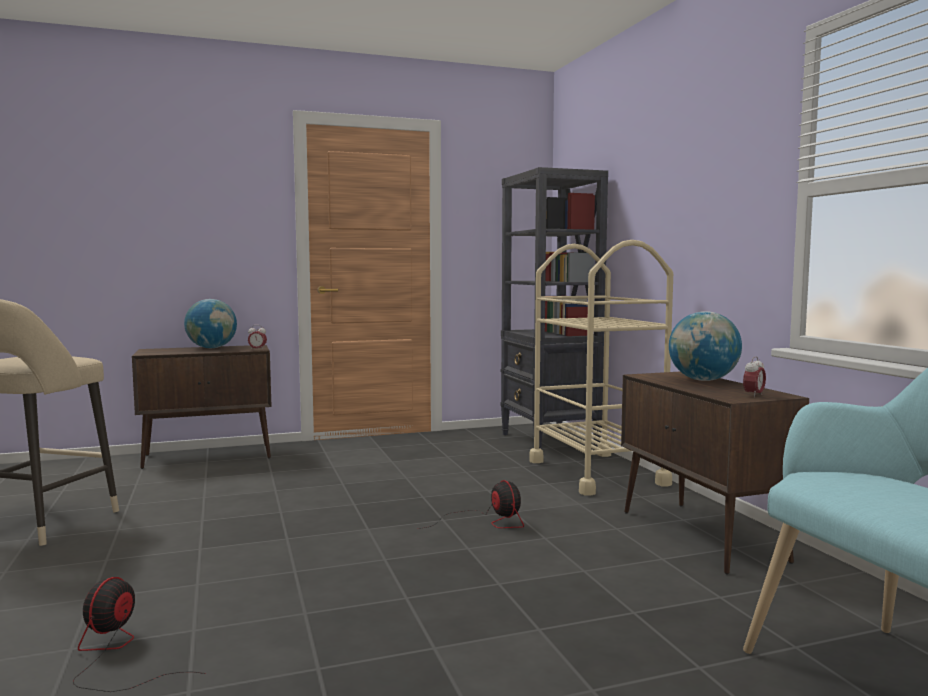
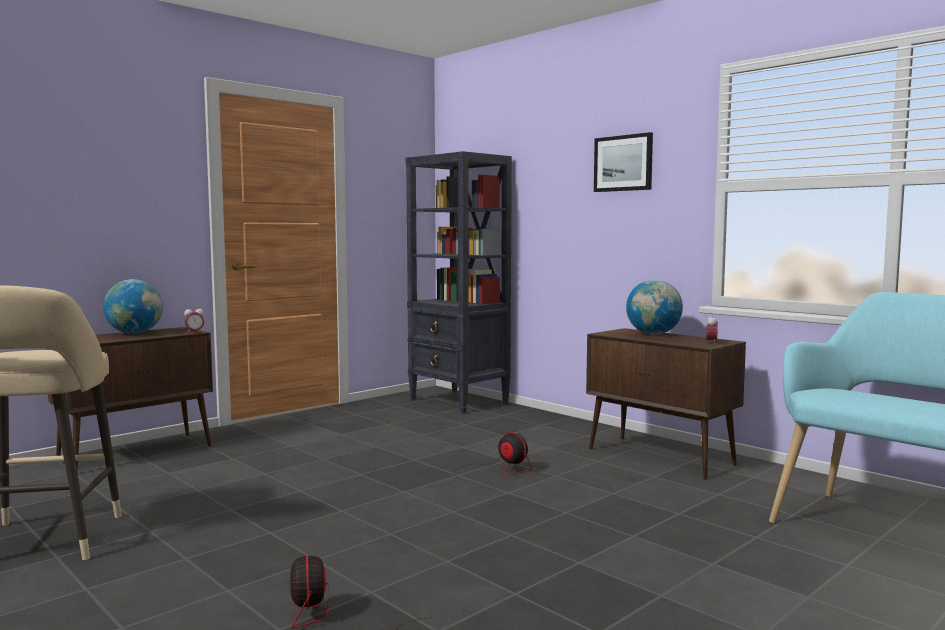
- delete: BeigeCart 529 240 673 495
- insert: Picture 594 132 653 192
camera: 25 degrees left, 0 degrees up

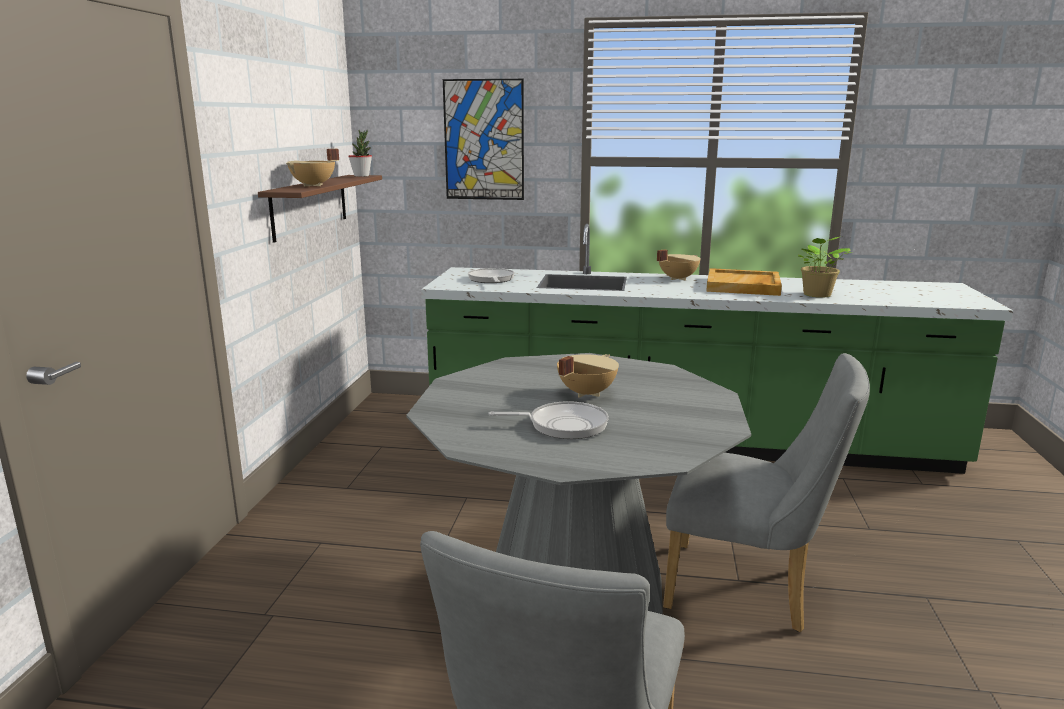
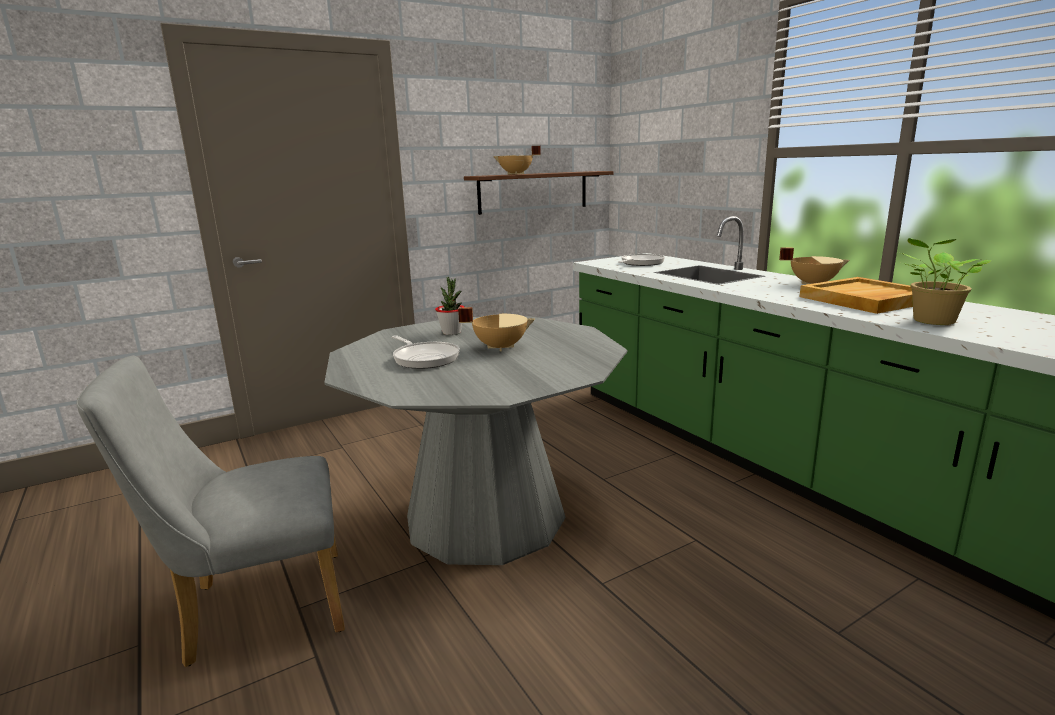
- delete: Picture 443 79 524 200
- delete: GreyChair 663 353 870 632
- move: PottedPlant 348 130 372 177 to 435 277 465 335
camera: 50 degrees right, 0 degrees up

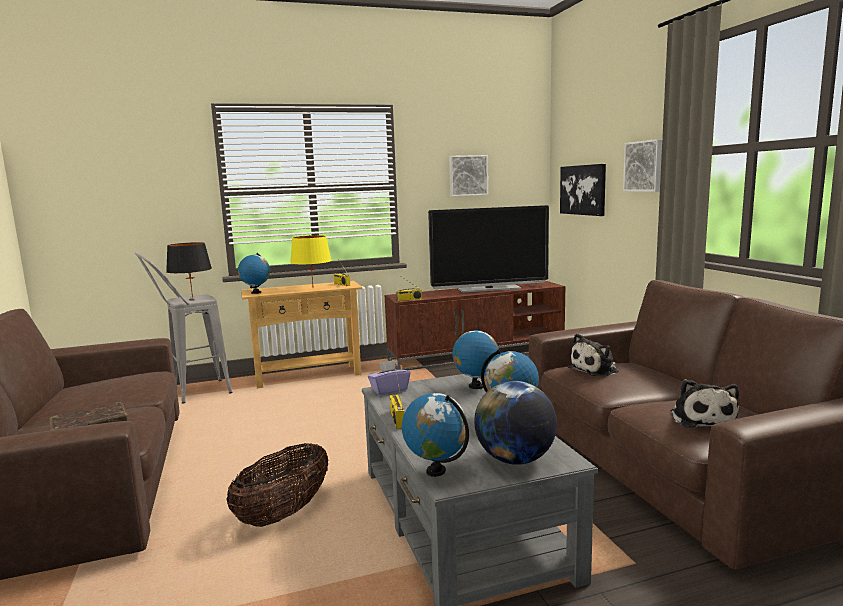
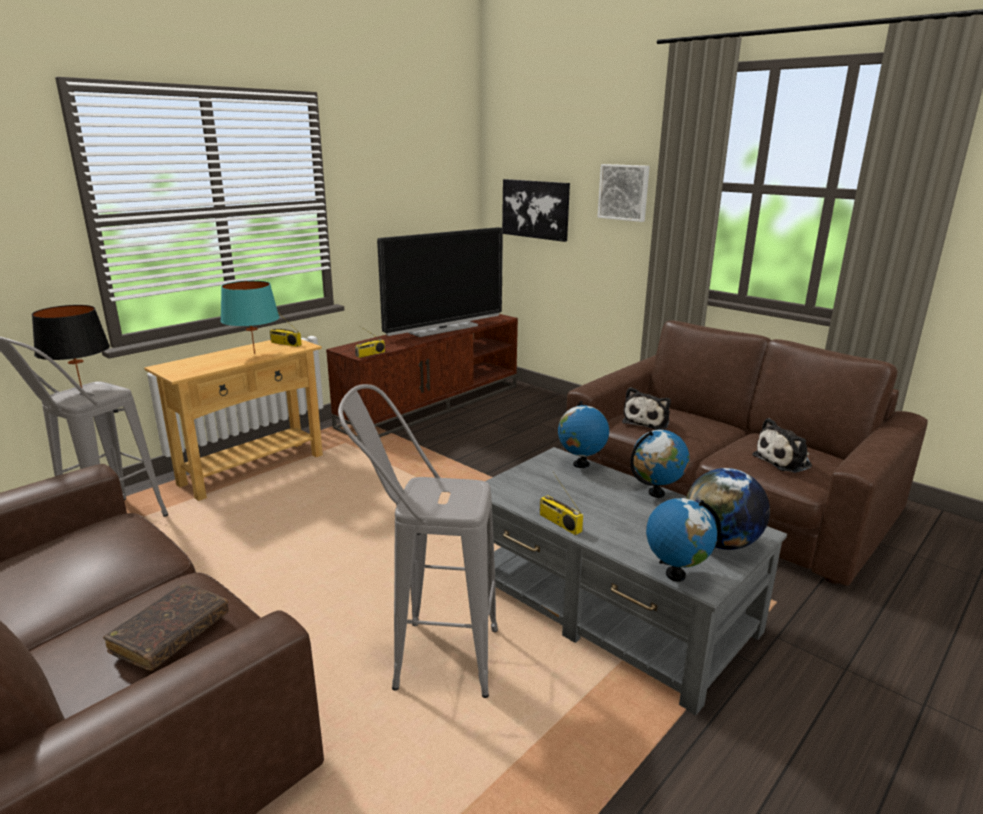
- delete: Globe 238 253 270 294
- delete: PurpleTissueBox 368 360 410 395
- delete: Picture 449 155 488 197
- replace: Basket 226 443 329 527 to GreyStool 338 384 498 698
- recolor: YellowTableLamp 290 235 332 285 to TurquoiseTableLamp 221 280 279 354
- rotate: PlushToy 671 379 739 428 = 752 418 812 473 90 degrees clockwise
camera: 30 degrees left, 10 degrees up

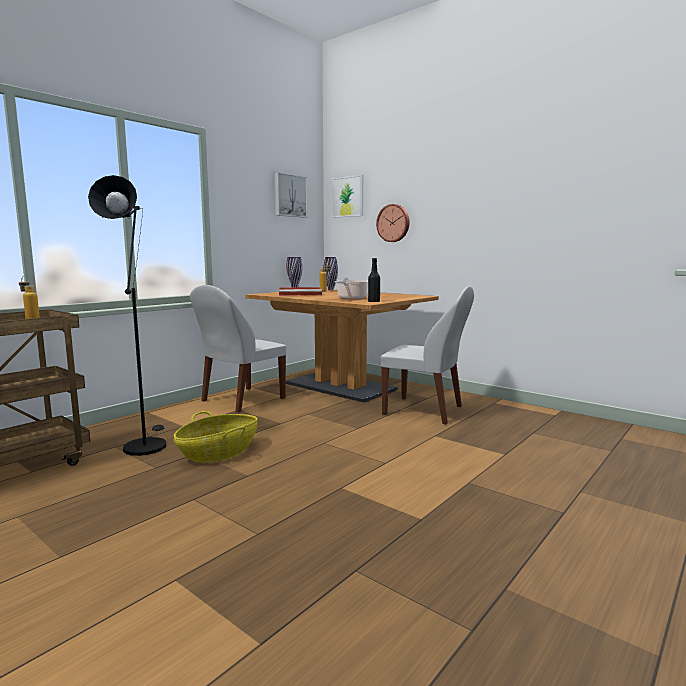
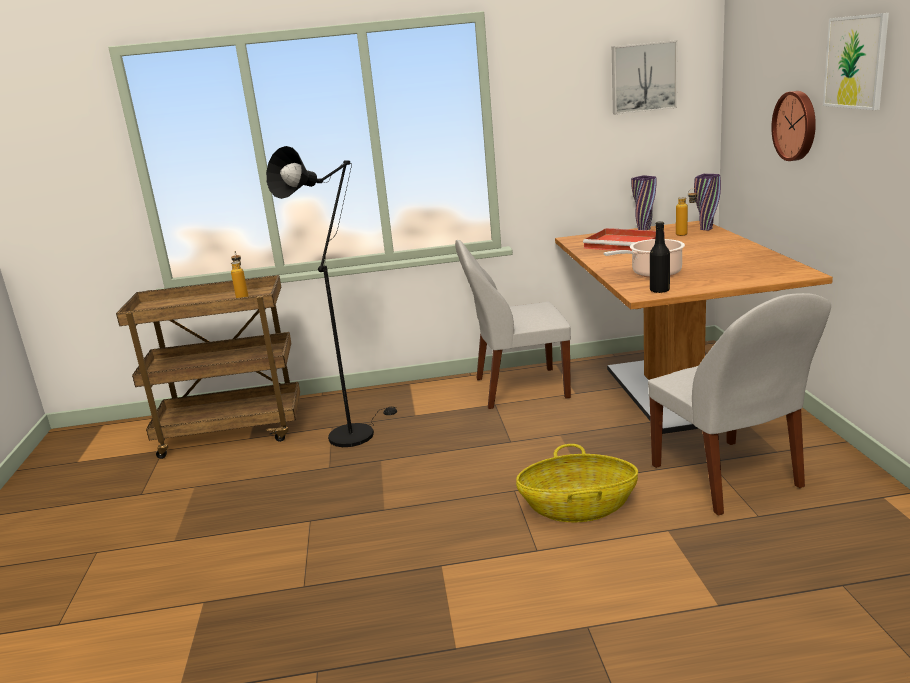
- move: Basket 174 411 258 463 to 516 444 638 522
- move: Picture 332 175 363 218 to 823 13 889 110
camera: 45 degrees right, 10 degrees up

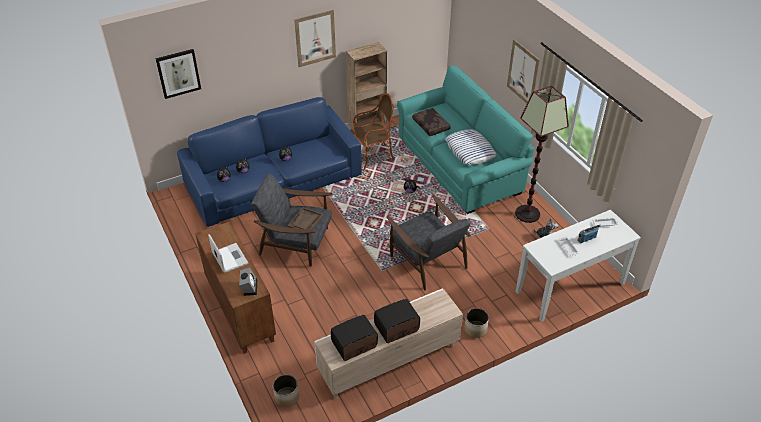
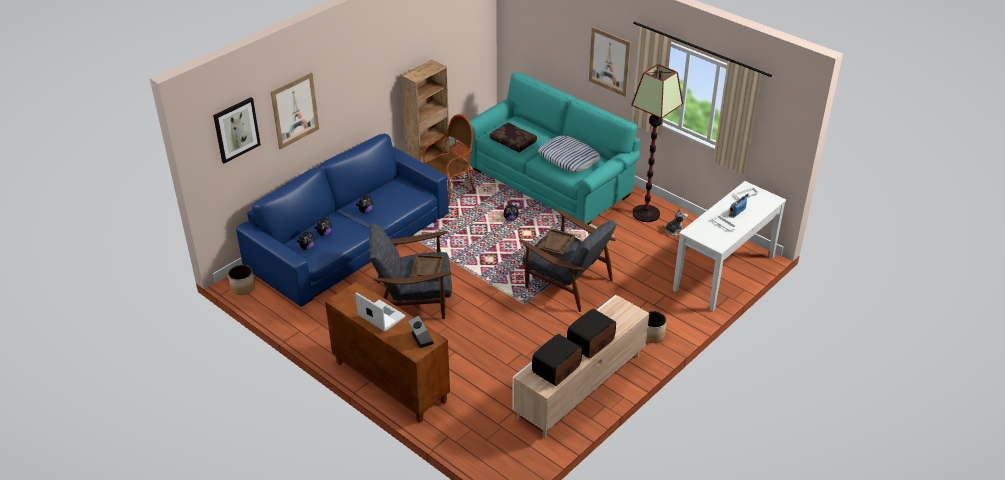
- insert: BrownTray 538 228 575 257
- move: Planter 273 374 299 407 to 228 265 255 295
- move: Picture 294 10 336 67 to 271 72 319 149
camera: 20 degrees left, 5 degrees down

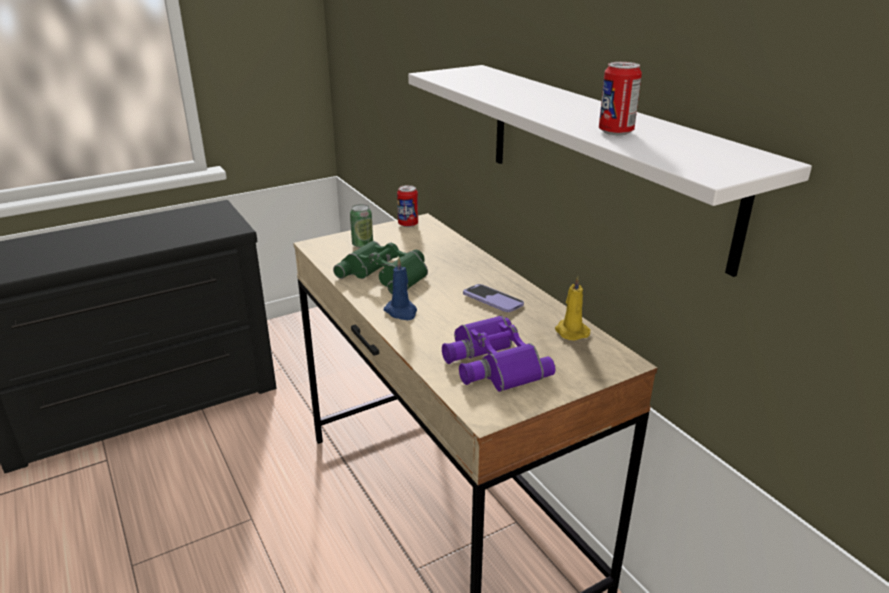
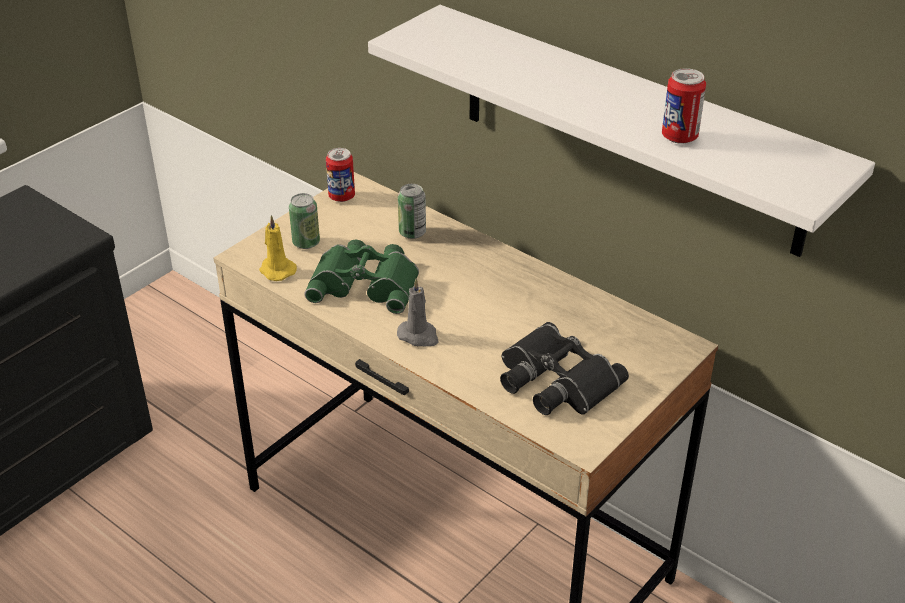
- delete: Phone 463 284 524 312
- insert: Can 398 184 426 239
- move: YellowCandle 555 275 590 341 to 259 215 297 281
- recolor: BlueCandle 384 257 417 320 to GreyCandle 397 278 439 346
- recolor: PurpleBinoculars 442 315 556 392 to BlackBinoculars 500 322 629 415
camera: 20 degrees left, 10 degrees up

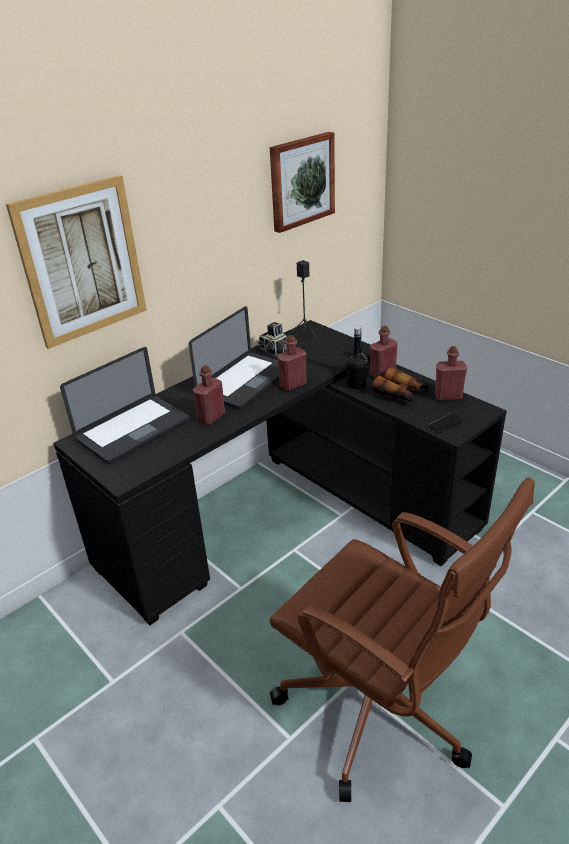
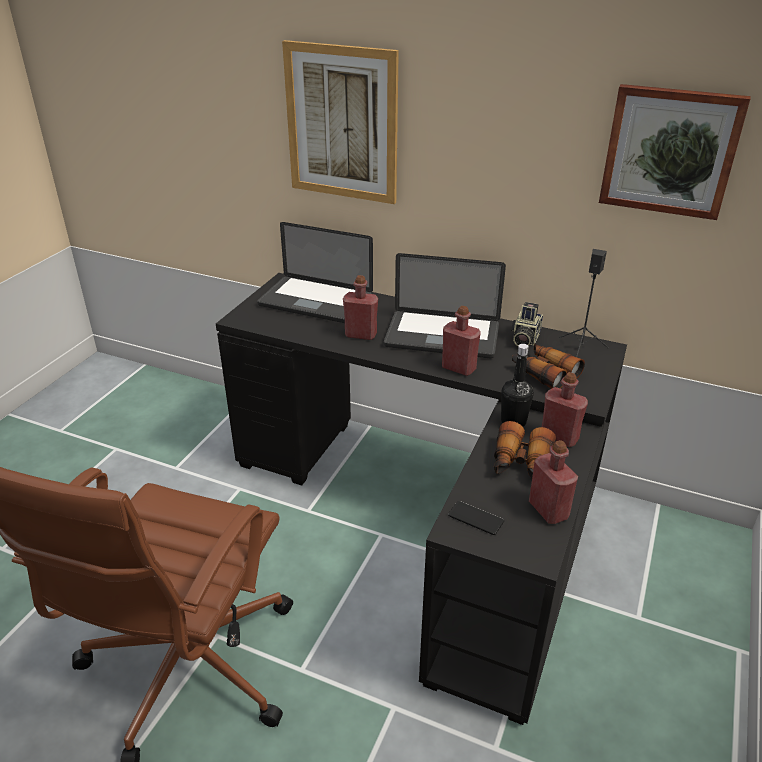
- insert: Binoculars 512 343 585 389
camera: 65 degrees right, 0 degrees up

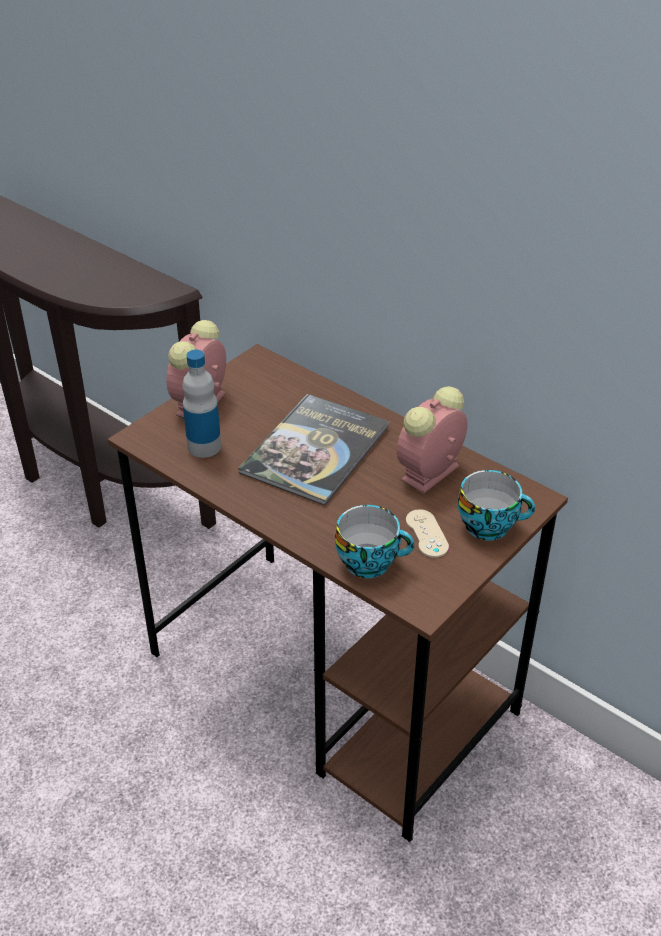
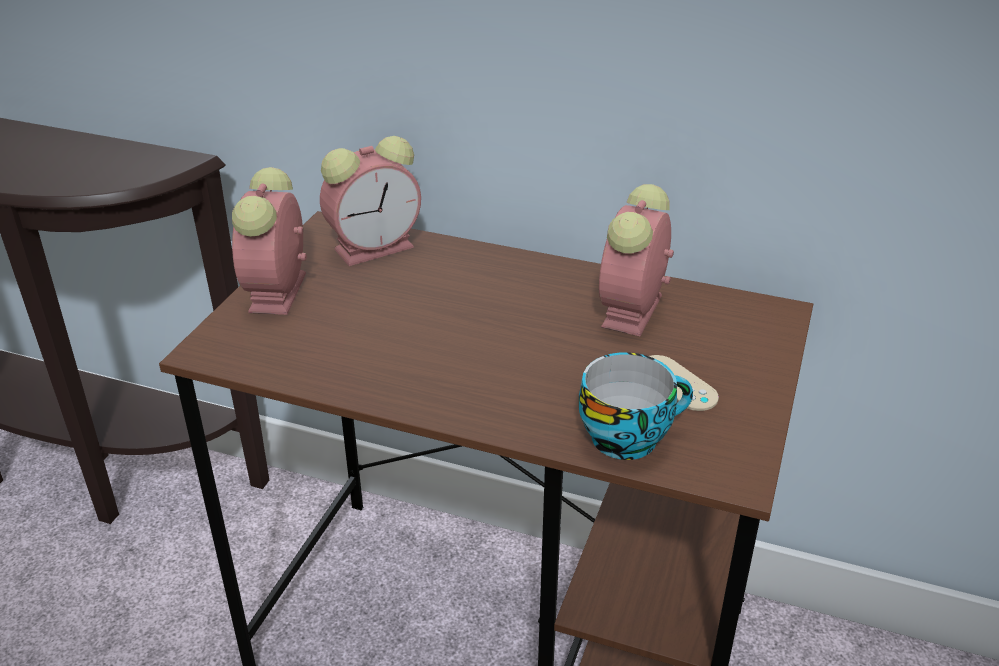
- delete: Bottle 182 350 221 458
- delete: Book 238 394 389 506
- delete: Cup 458 470 535 541
- insert: AlarmClock 320 136 421 266
camera: 20 degrees left, 5 degrees down

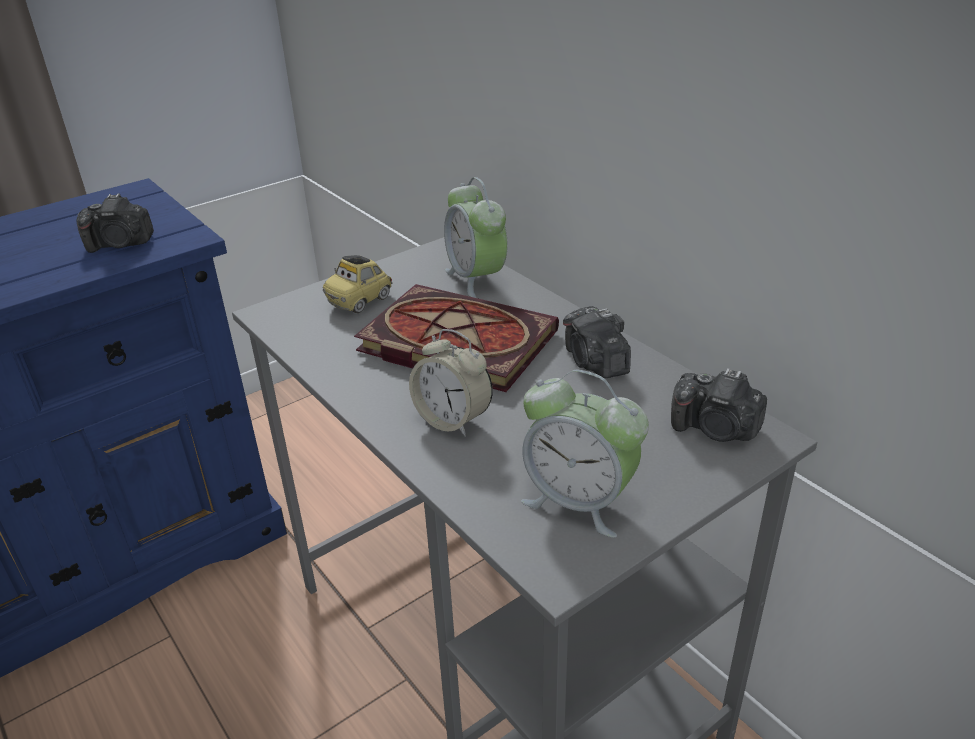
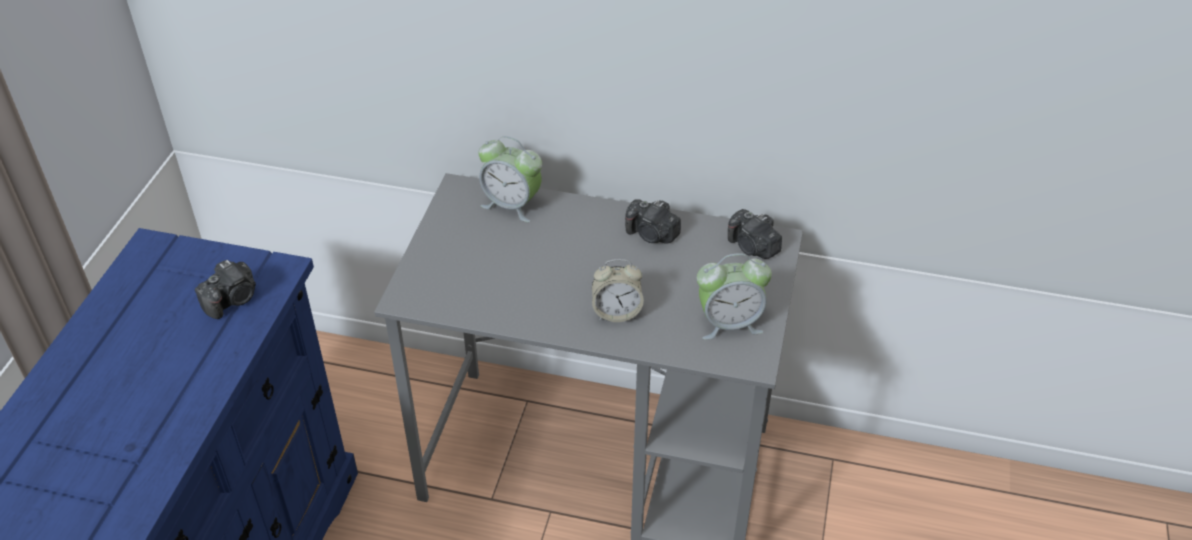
- delete: ToyCar 323 255 393 313
- delete: Book 354 284 559 392
- rotate: PhotoCamera 671 368 767 442 = 728 209 782 259 60 degrees clockwise
camera: 40 degrees left, 10 degrees up

